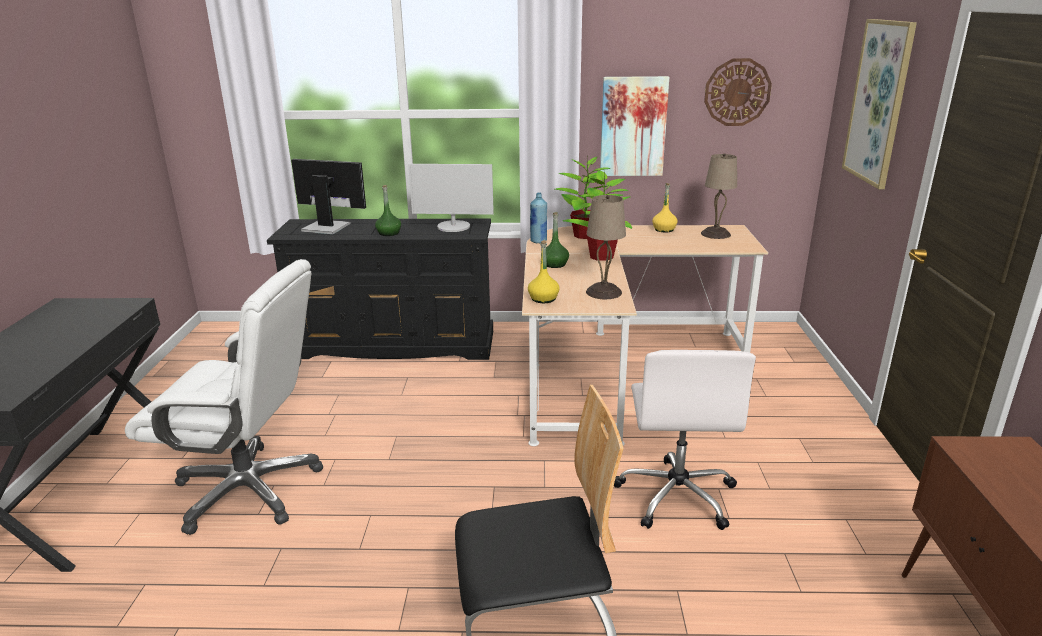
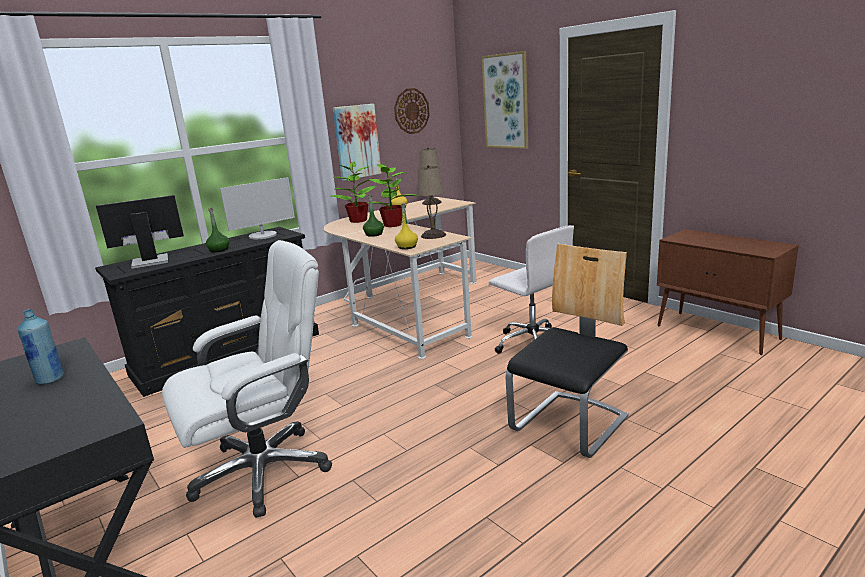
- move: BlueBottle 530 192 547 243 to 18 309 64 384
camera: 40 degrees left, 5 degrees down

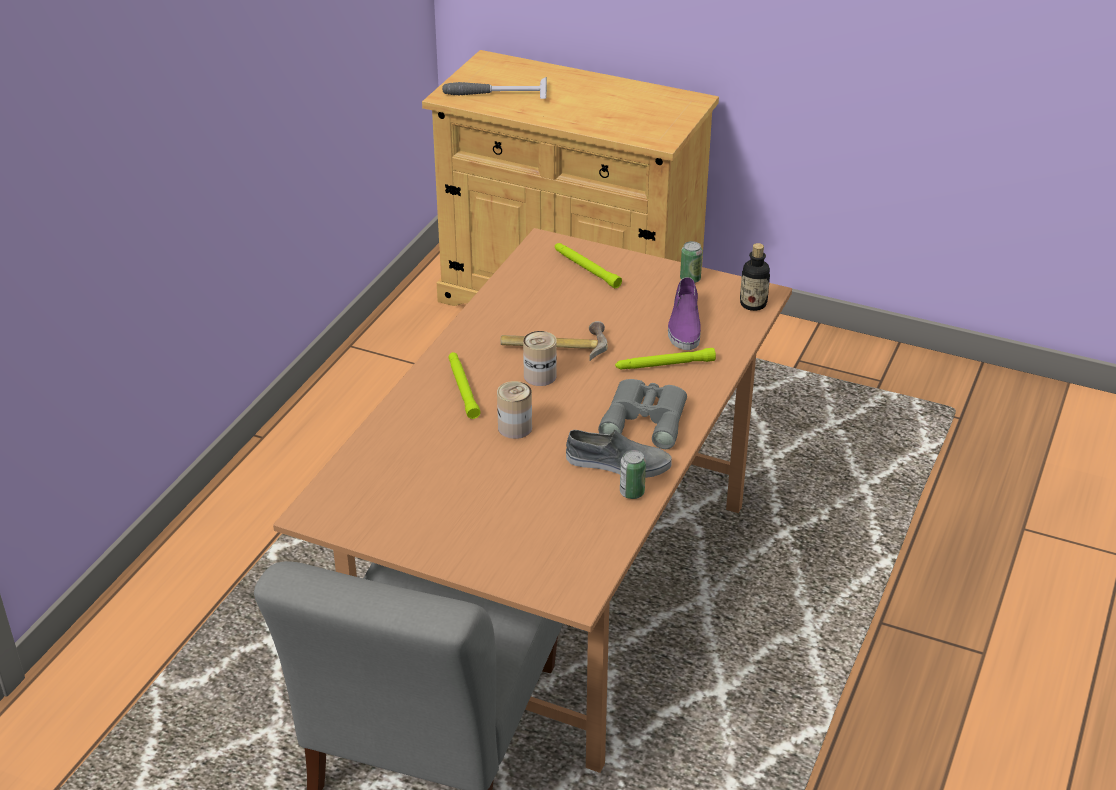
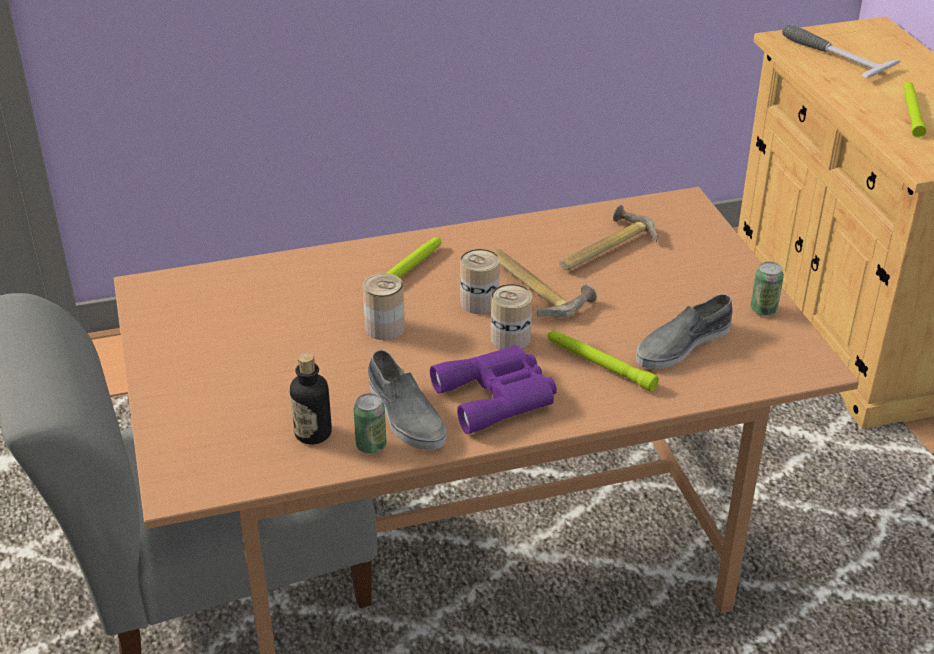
- insert: Can 491 284 532 350
- insert: Hammer 559 204 658 270
- move: GreenFlashlight 555 243 622 288 to 904 82 927 138
- move: Bottle 740 243 770 311 to 290 353 332 444
- recolor: GreyBinoculars 598 379 687 449 to PurpleBinoculars 430 345 557 434
- recolor: PurpleShoe 668 277 701 350 to GreyShoe 636 294 733 369
camera: 50 degrees right, 0 degrees up

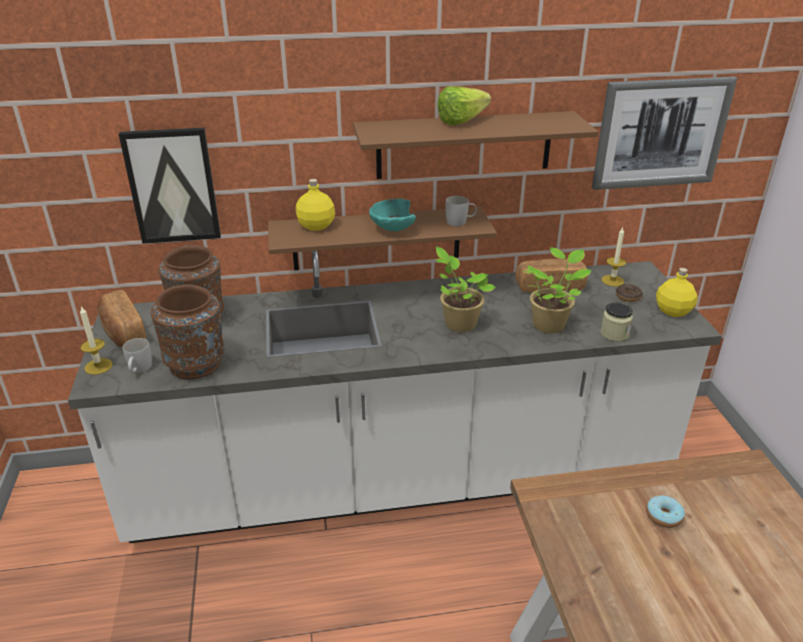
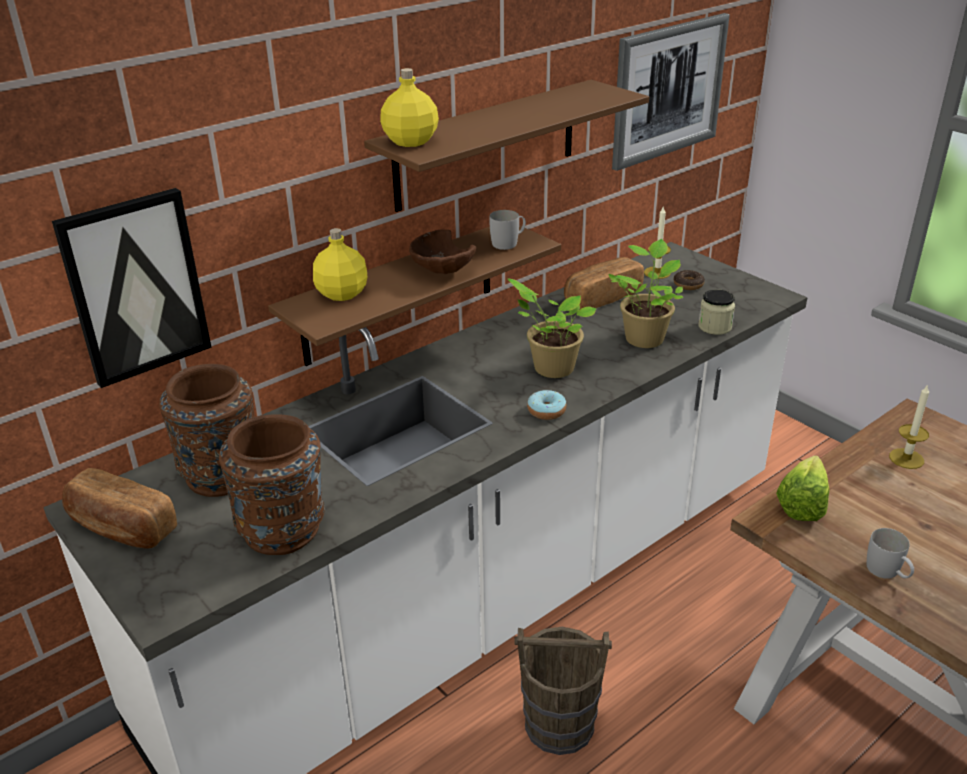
- insert: BrownBucket 514 627 612 755
- move: Candle 80 306 113 375 to 889 384 929 469
- move: WhiteMug 122 338 152 373 to 867 528 914 579
- move: Lettuce 437 86 491 125 to 776 456 830 521
- move: Donut 646 496 685 528 to 527 390 566 420
- move: YellowBottle 656 268 698 317 to 380 68 439 147
- recolor: TurquoiseBowl 369 199 416 231 to BrownBowl 409 230 476 274
camera: 30 degrees left, 0 degrees up

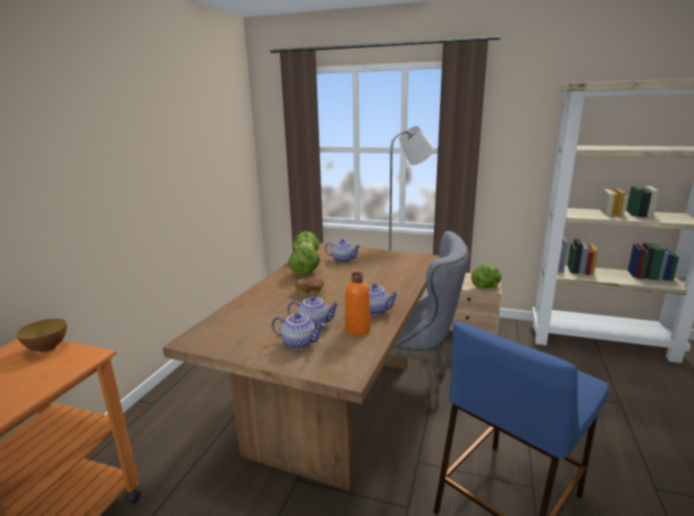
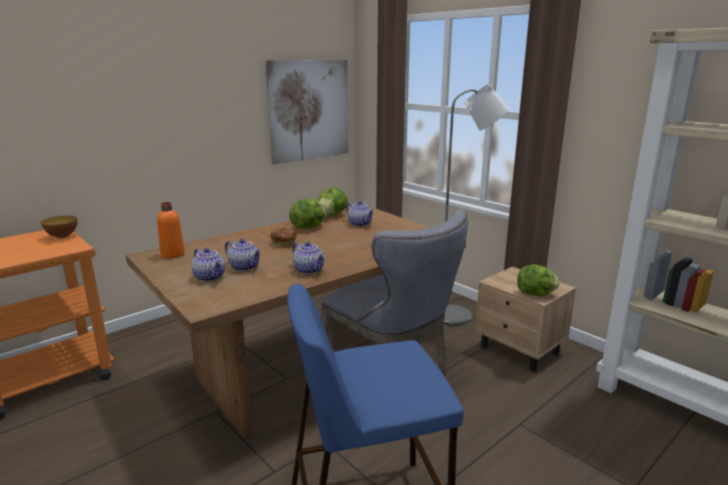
- insert: Picture 266 60 348 164
- move: OrangeBottle 345 272 371 335 to 157 202 185 259
camera: 30 degrees right, 0 degrees up

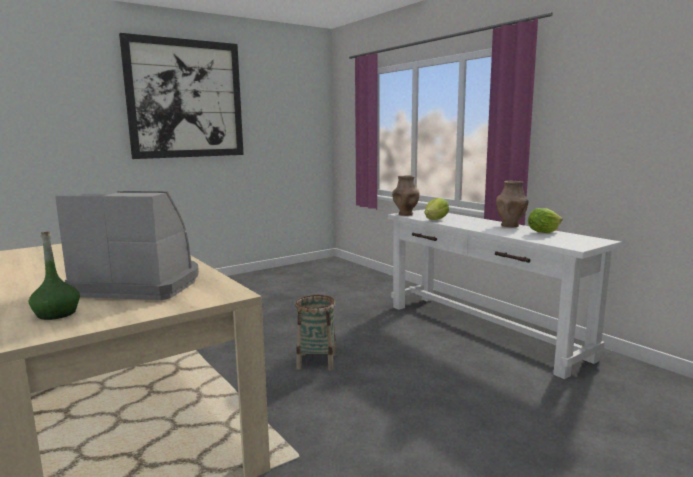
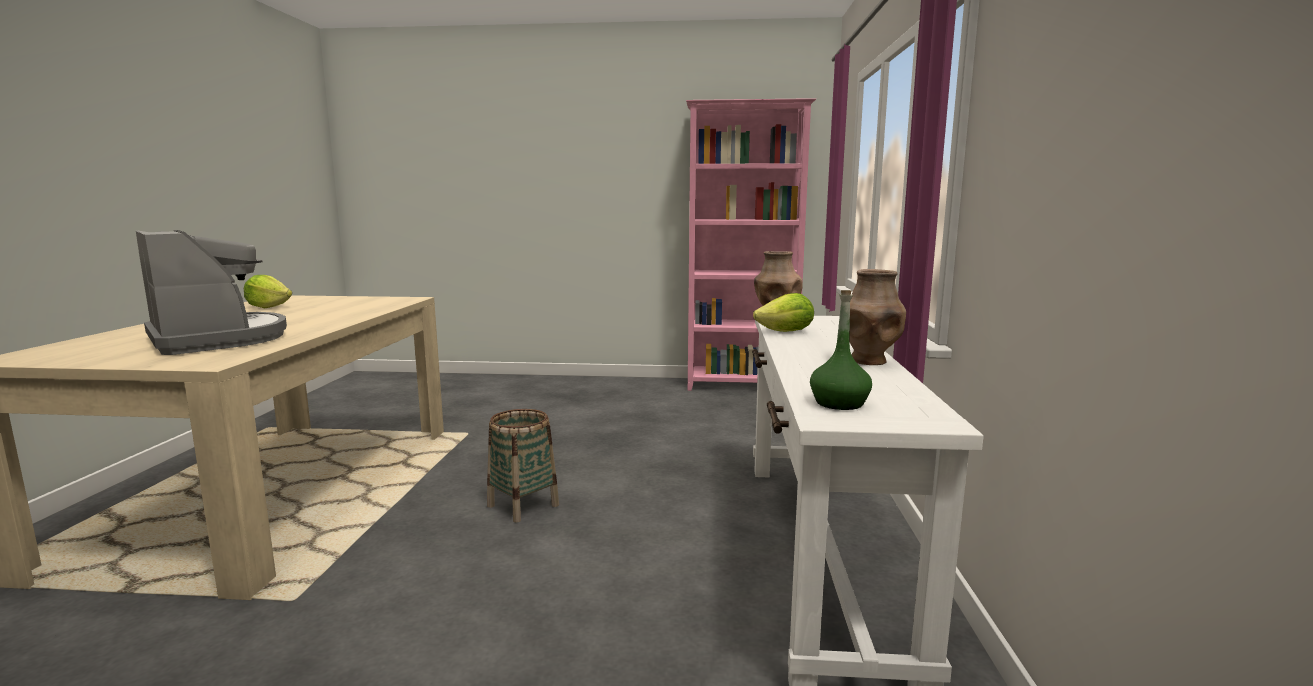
- delete: Picture 119 33 244 159
- insert: PinkBookcase 686 98 816 391
- move: GreenBottle 29 232 80 320 to 810 290 872 410
- move: Lettuce 528 208 562 233 to 244 275 292 308
camera: 40 degrees right, 0 degrees up

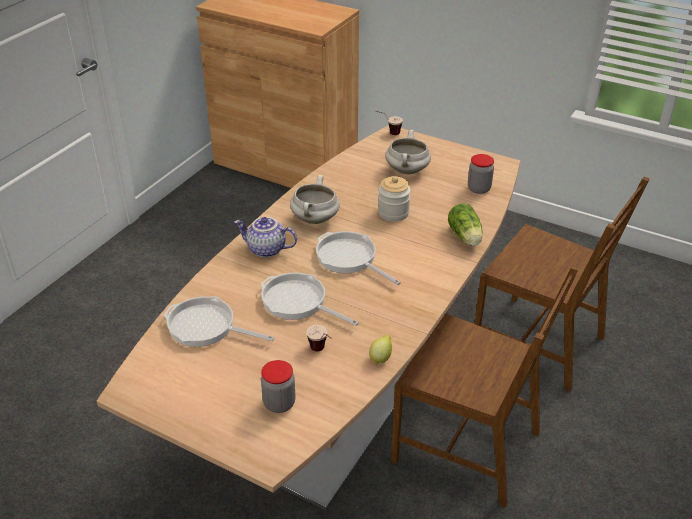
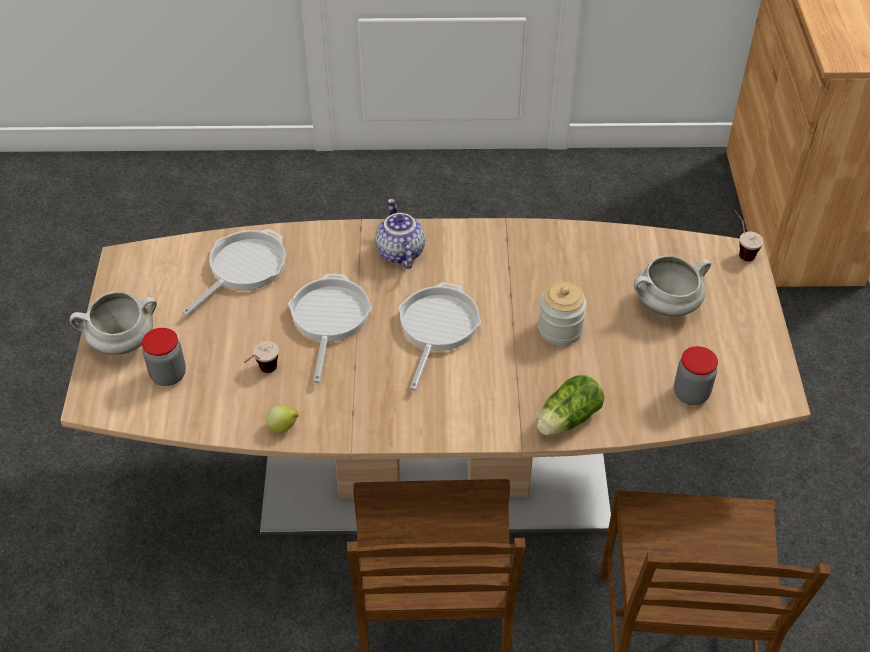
- move: WhiteCookingPot 290 175 340 224 to 70 292 157 355
- rotate: FryingPan 163 296 275 347 = 182 229 286 316 45 degrees clockwise
camera: 60 degrees right, 10 degrees up

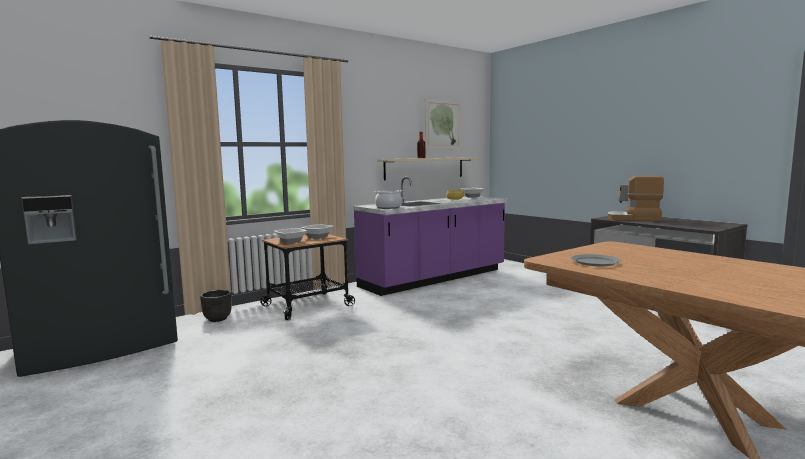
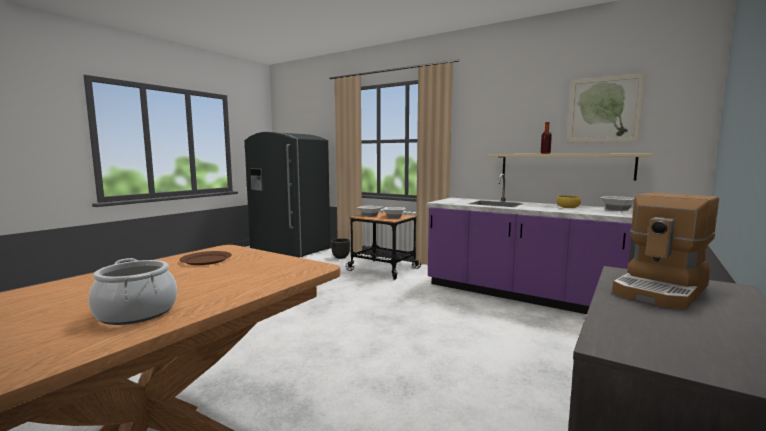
- move: CookingPot 374 190 402 209 to 89 258 177 325
- recolor: GreyPlate 571 254 621 266 to BrownPlate 180 251 232 265
- rotate: CoffeeMachine 608 175 664 221 = 612 193 719 309 135 degrees counterclockwise
camera: 70 degrees right, 0 degrees up

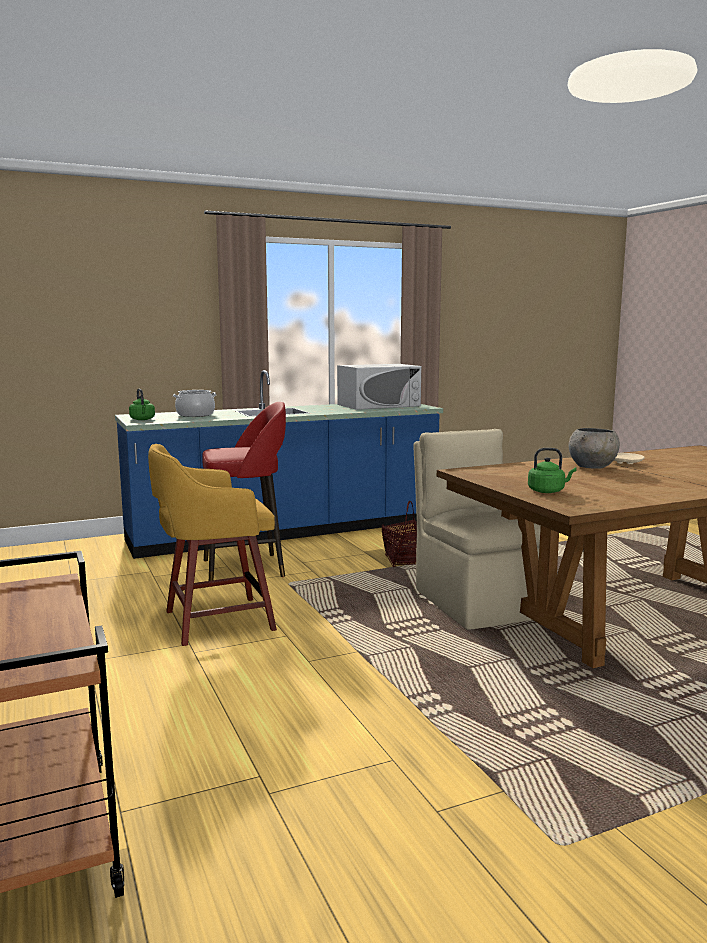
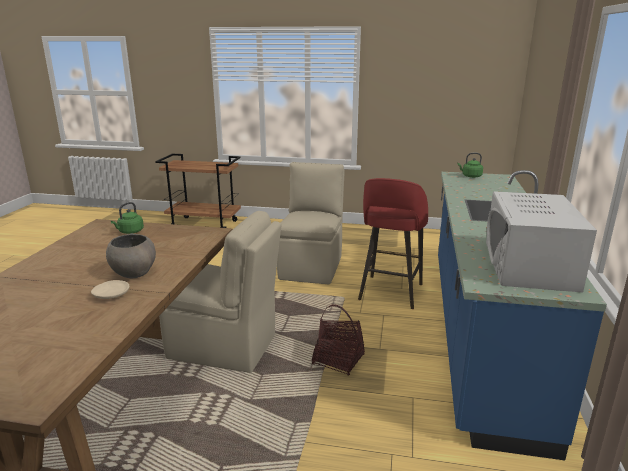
- delete: CookingPot 173 390 216 417
- replace: YellowStool 148 444 277 646 to BeigeChair 277 162 344 284
camera: 125 degrees right, 10 degrees up

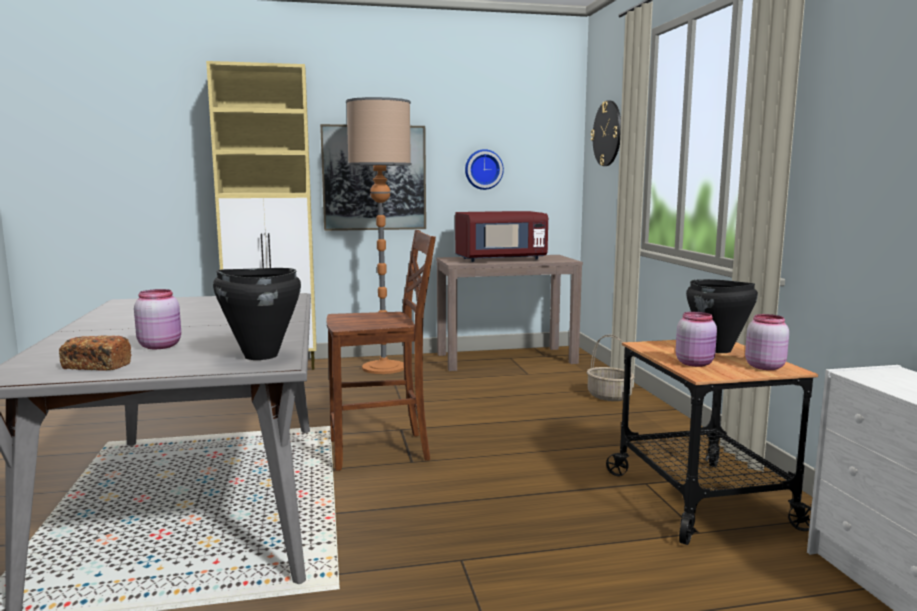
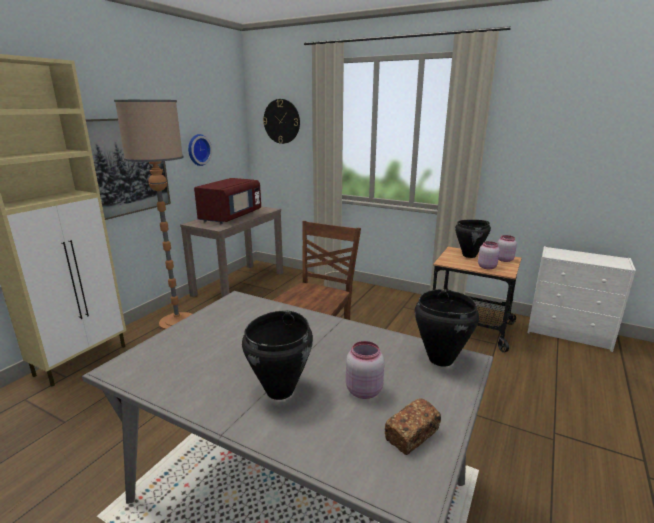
- insert: BlackCookingPot 242 310 313 400
camera: 50 degrees left, 10 degrees up

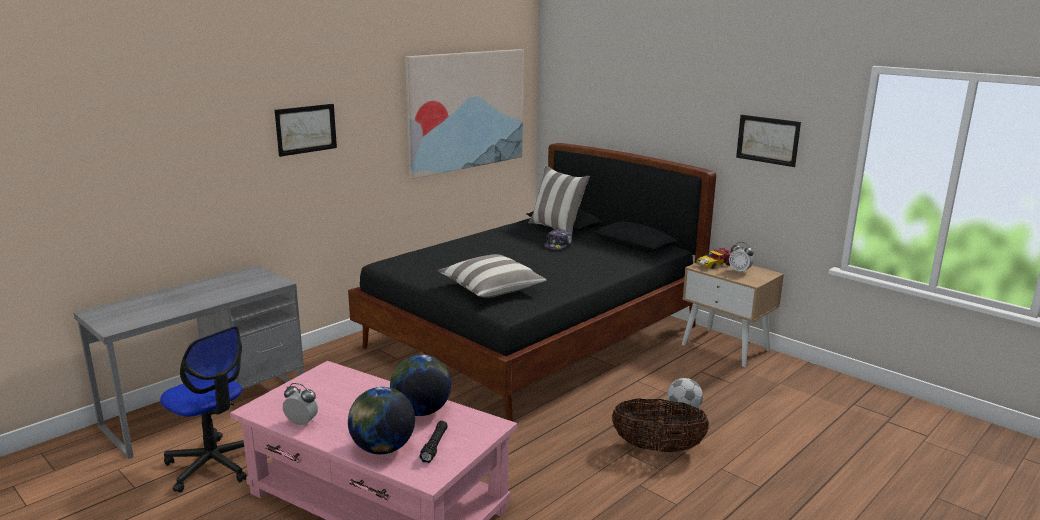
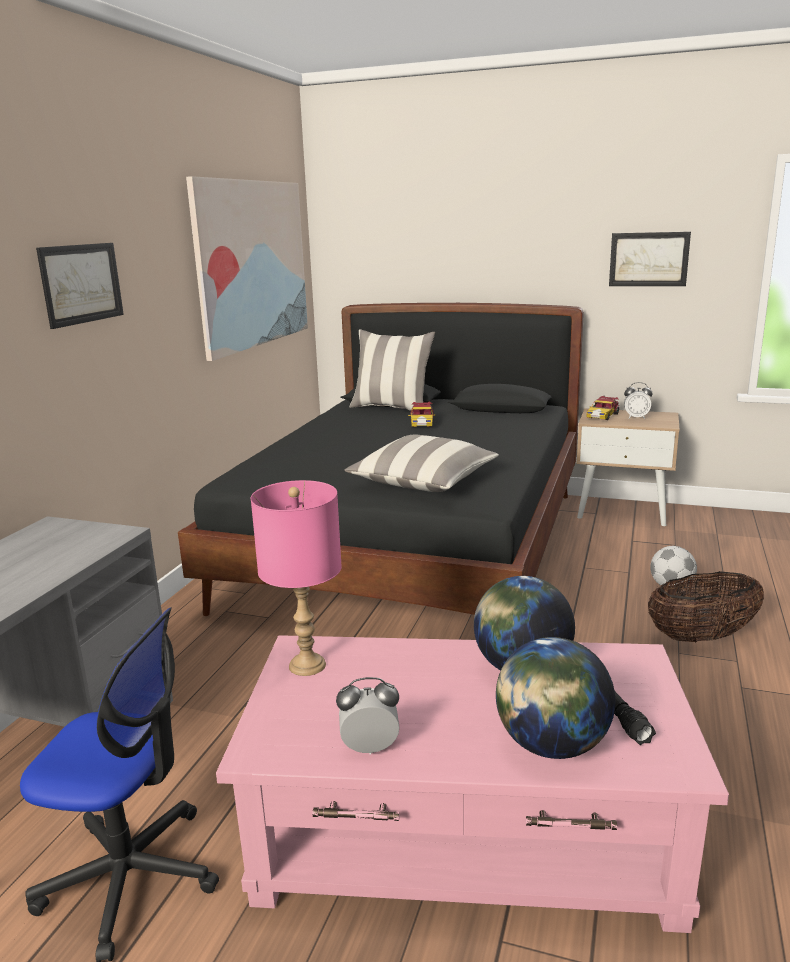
- insert: PinkTableLamp 251 480 342 676
- replace: Cap 544 229 572 250 to ToyCar 408 401 436 427
camera: 25 degrees left, 0 degrees up

